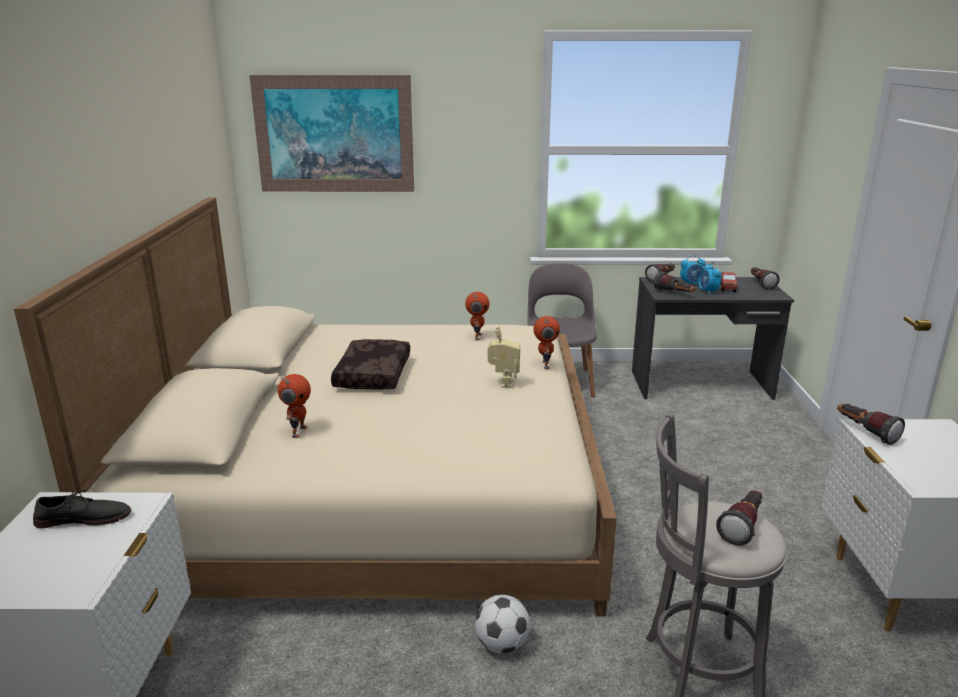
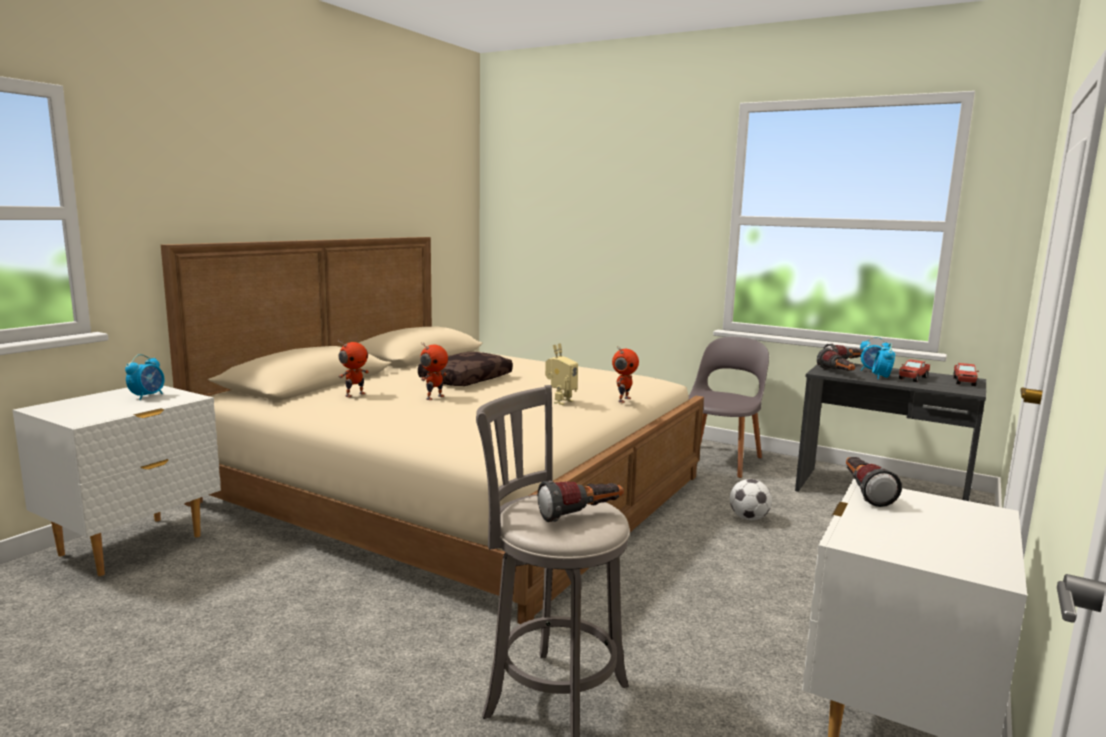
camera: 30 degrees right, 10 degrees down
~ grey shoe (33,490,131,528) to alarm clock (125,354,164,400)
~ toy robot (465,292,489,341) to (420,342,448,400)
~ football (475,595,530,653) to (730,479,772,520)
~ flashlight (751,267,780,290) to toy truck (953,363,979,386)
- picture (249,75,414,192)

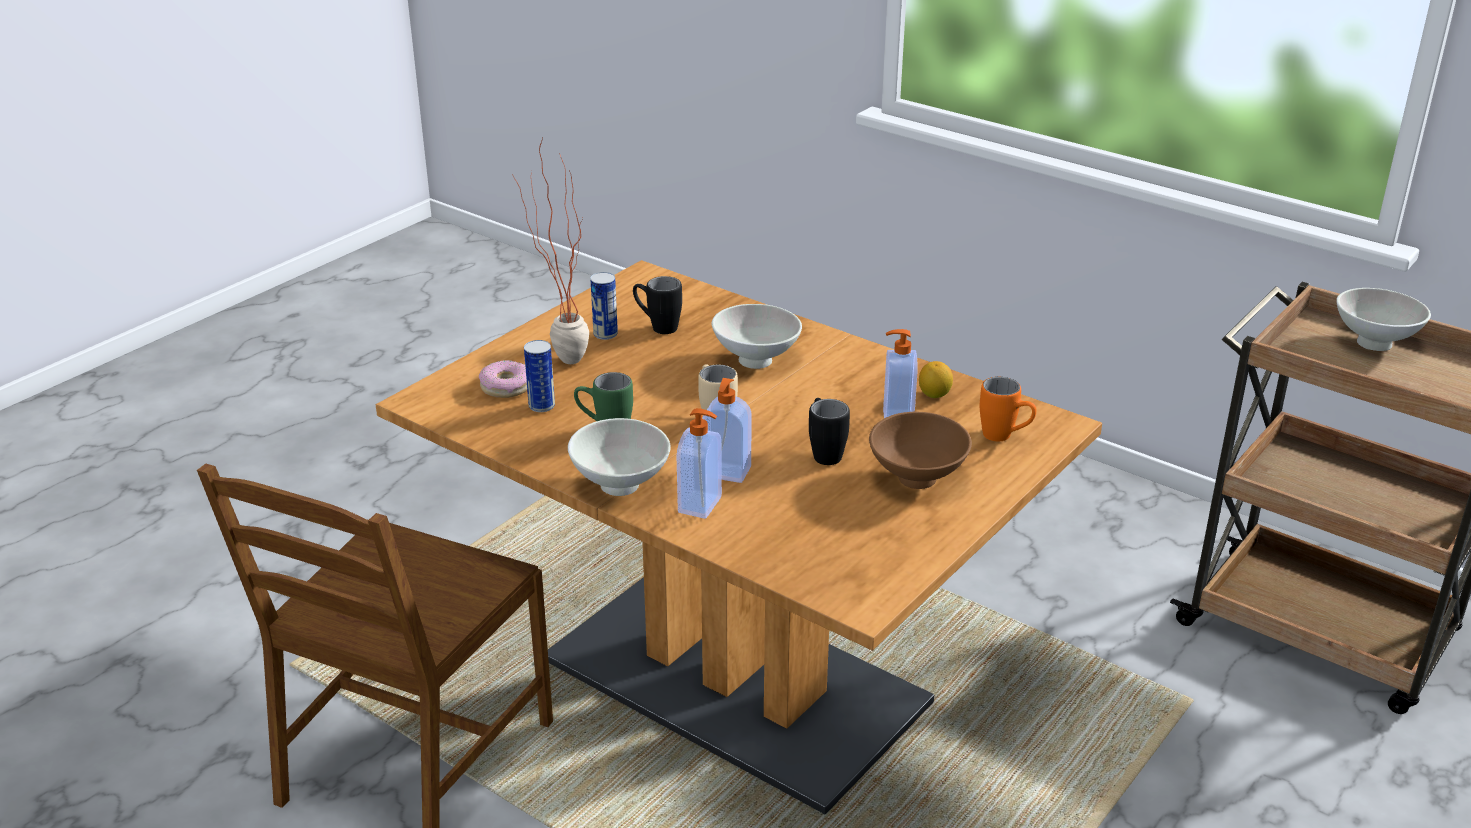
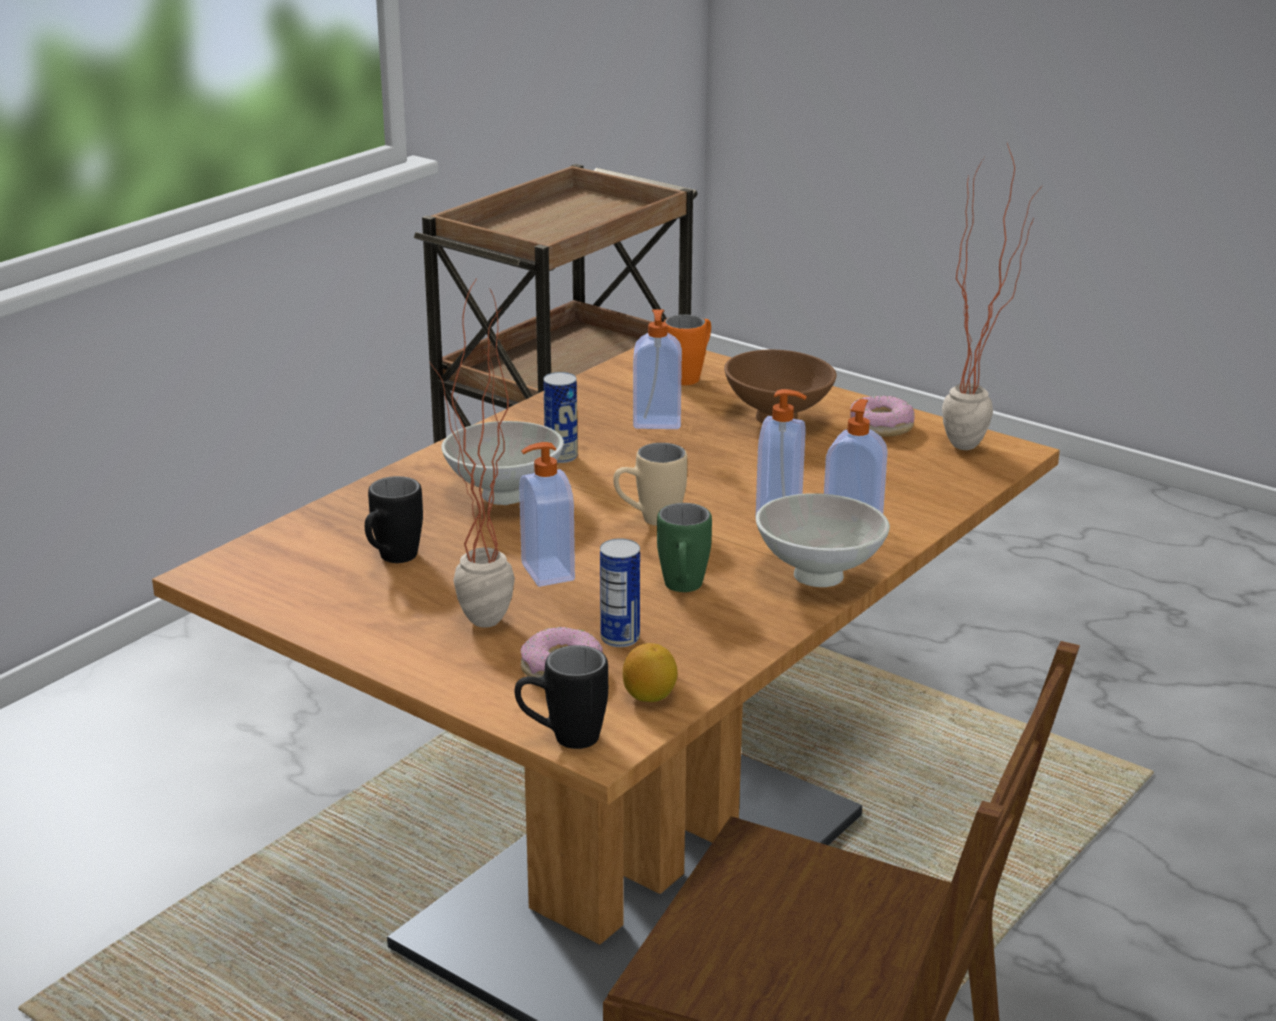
camera: 90 degrees left, 5 degrees down
~ black mug (809,398,850,465) to (514,645,608,749)
+ soap dispenser (519,442,575,587)
~ can (590,272,618,340) to (543,372,578,463)
~ lemon (919,361,953,398) to (623,643,677,702)
+ donut (850,395,915,437)
+ potted plant (942,143,1040,450)
- white bowl (1336,288,1431,351)

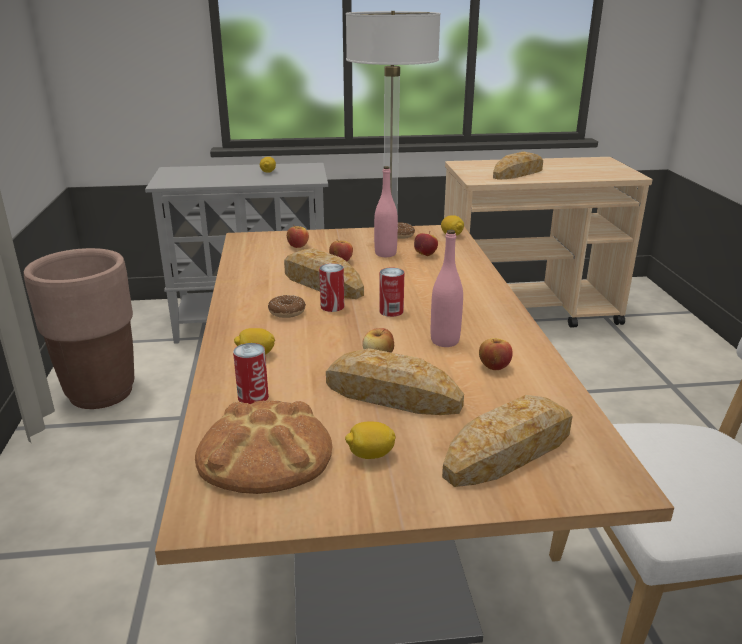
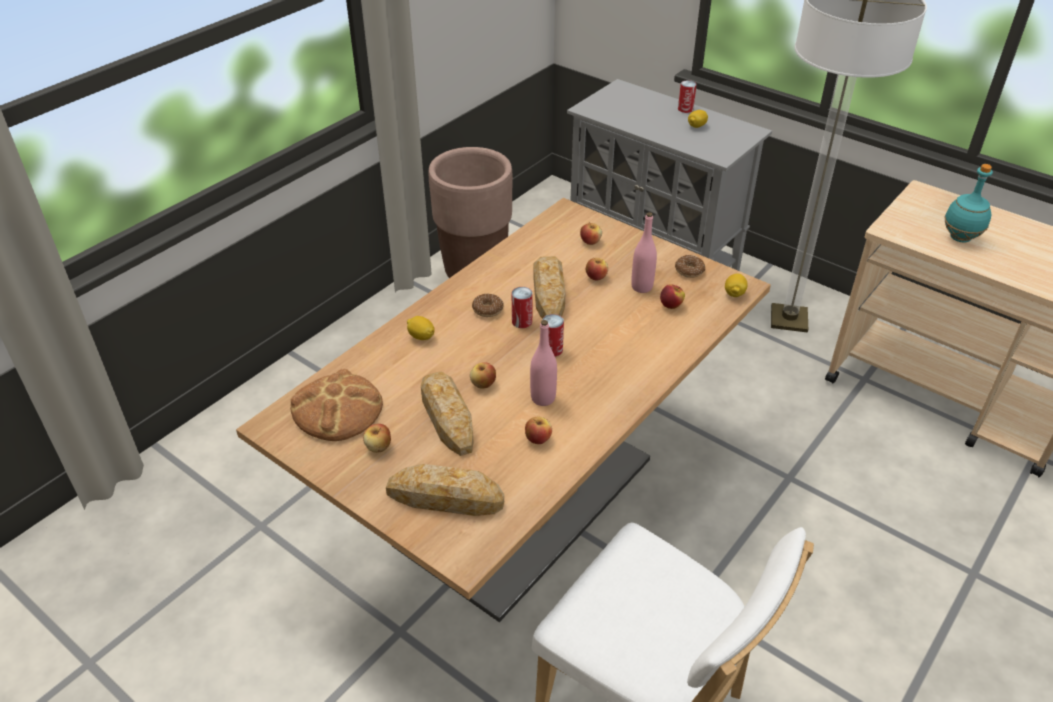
camera: 45 degrees right, 15 degrees up
~ lemon (345,422,396,459) to apple (363,424,391,453)
~ can (233,343,269,404) to (678,80,697,113)
~ bread (493,151,543,180) to turquoise bottle (944,164,993,242)

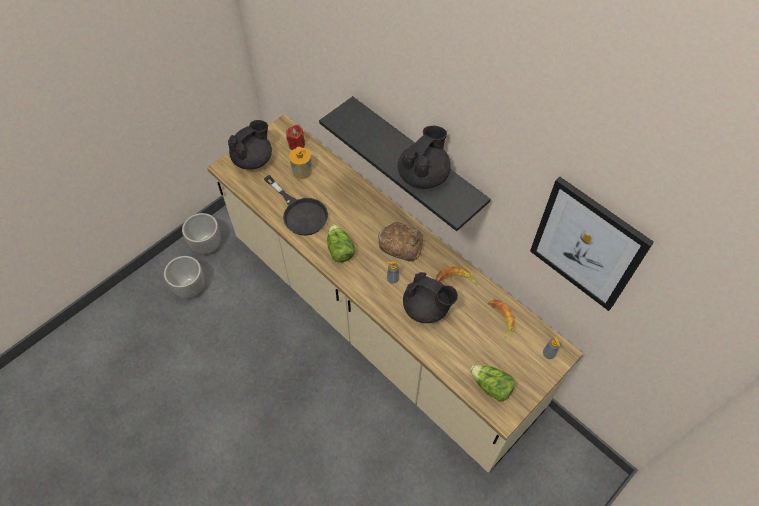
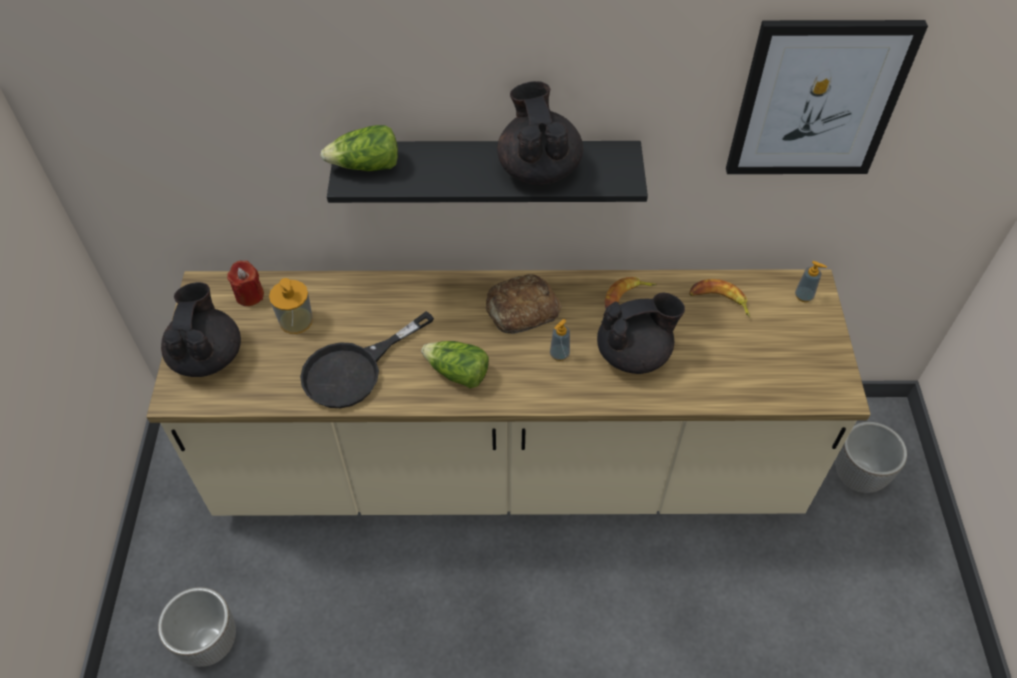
camera: 45 degrees left, 5 degrees down
~ black frying pan (264,175,328,236) = (300,311,434,408) 135 degrees clockwise
~ lettuce (470,365,515,402) to (320,125,398,171)
~ planter (182,213,221,254) to (836,422,907,493)

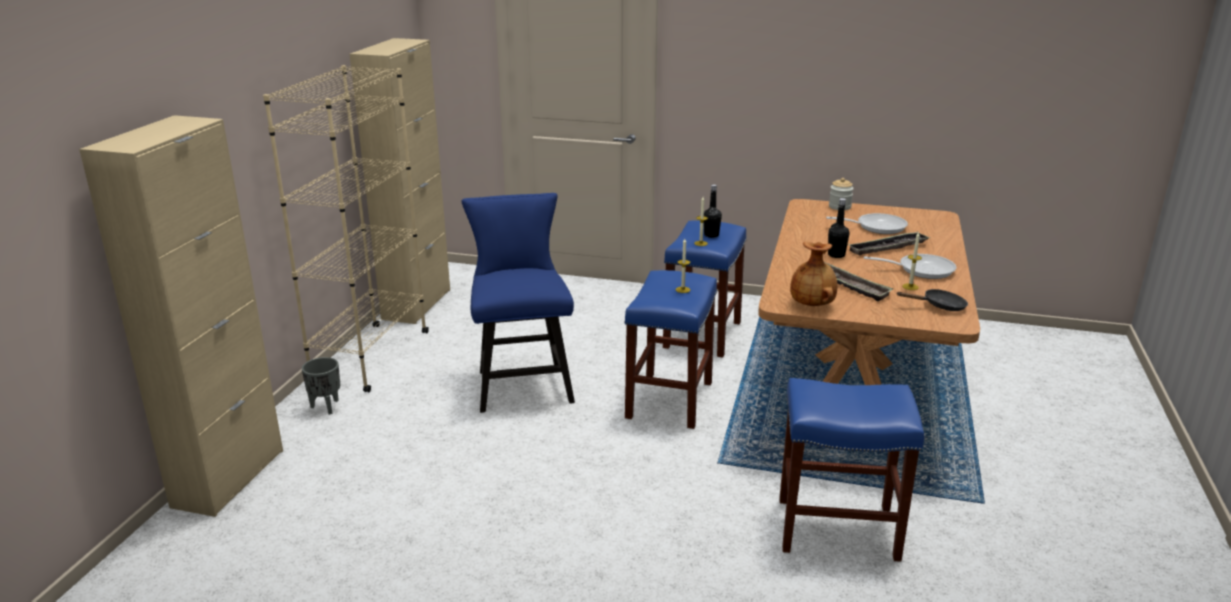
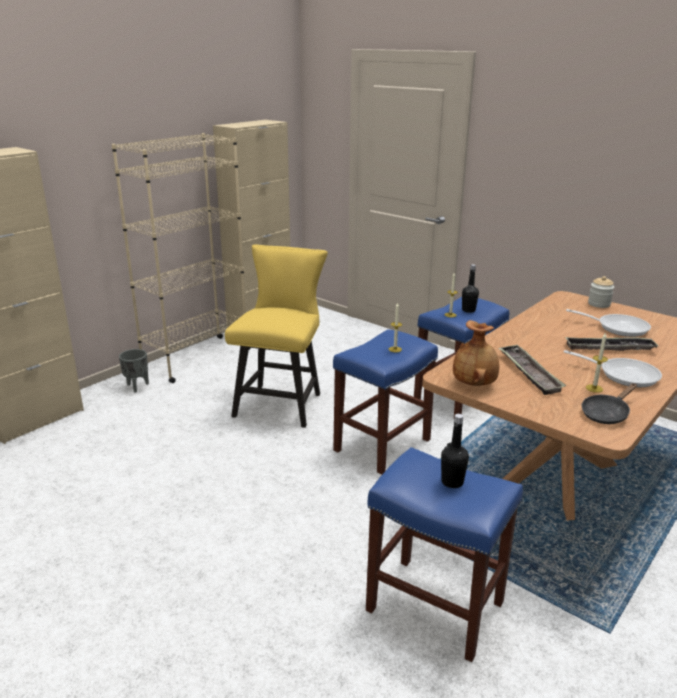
camera: 25 degrees right, 0 degrees up
~ blue chair (462,193,575,413) to yellow chair (225,245,328,428)
~ black bottle (828,198,849,258) to (441,414,469,488)
~ black frying pan (897,289,968,311) = (582,383,637,424) 120 degrees clockwise

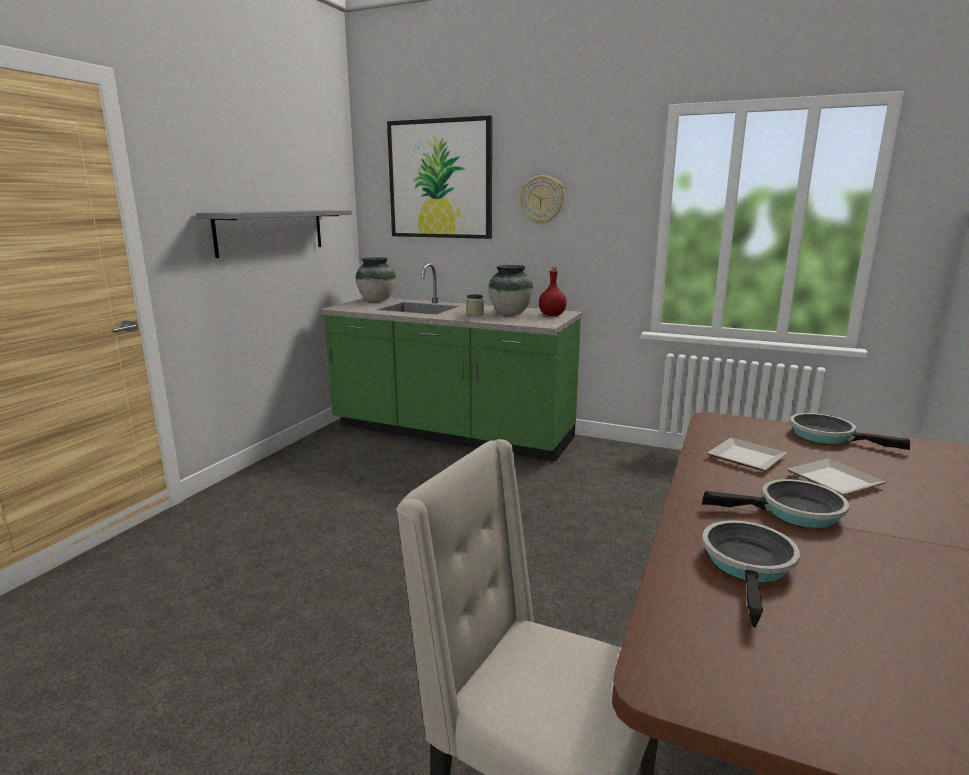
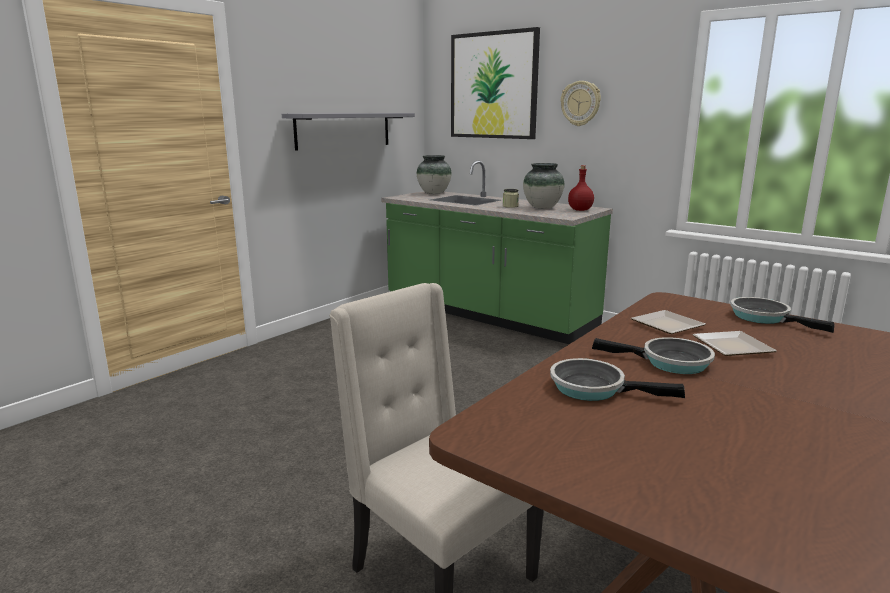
camera: 15 degrees right, 0 degrees up
~ frying pan (702,520,800,628) = (550,358,685,401) 105 degrees counterclockwise

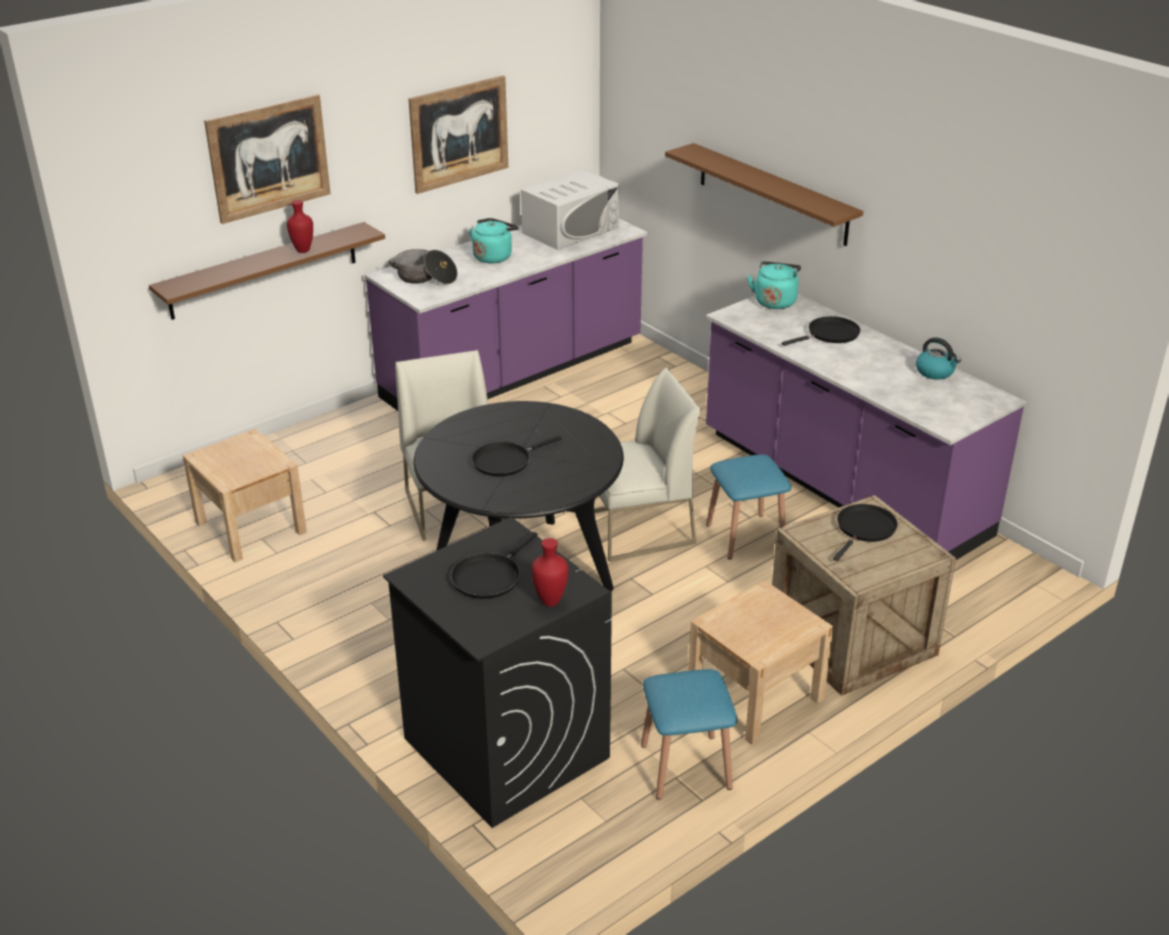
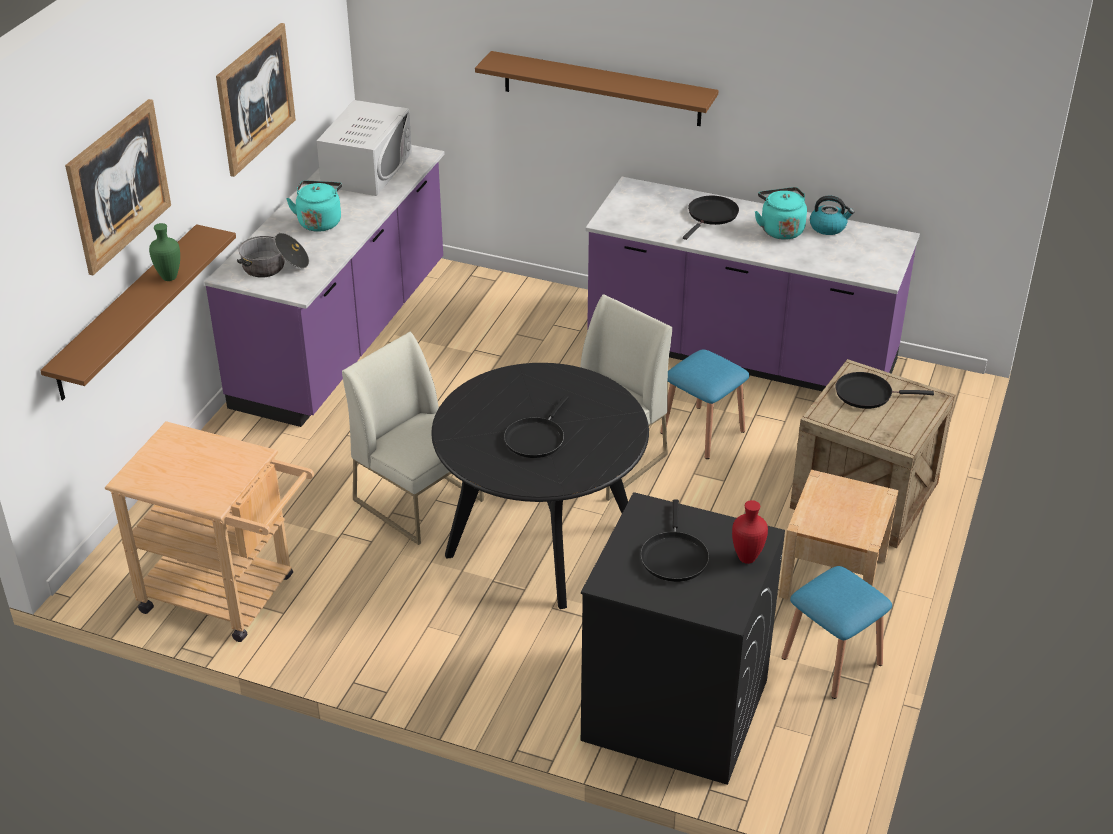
camera: 30 degrees left, 5 degrees up
~ beige nightstand (183,429,307,562) to beige cart (105,421,314,642)
~ red vase (287,200,313,253) to green vase (149,223,180,281)
~ turquoise kettle (747,261,801,309) to (755,187,807,240)
~ black frying pan (833,504,898,561) = (836,372,934,409) 90 degrees counterclockwise

